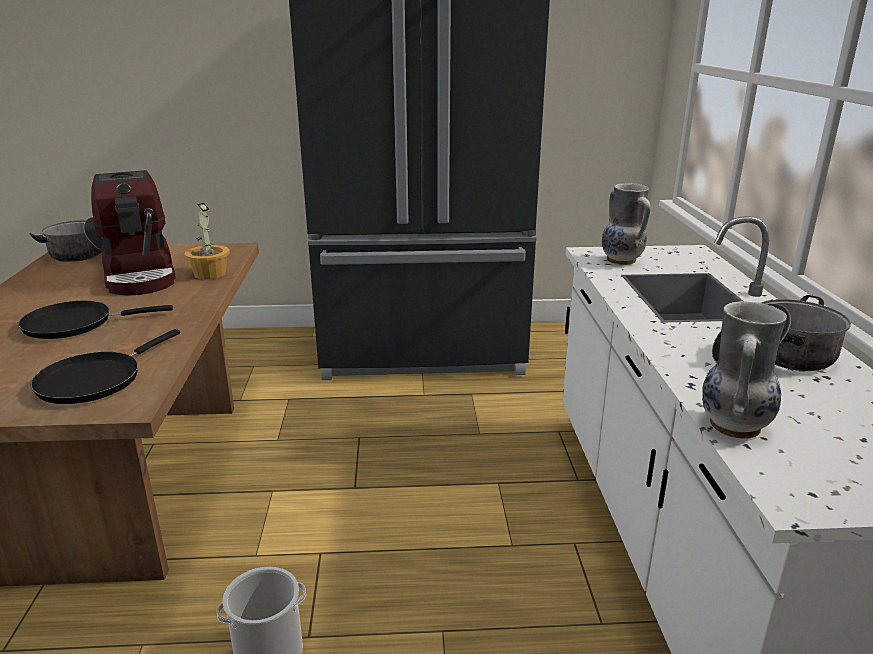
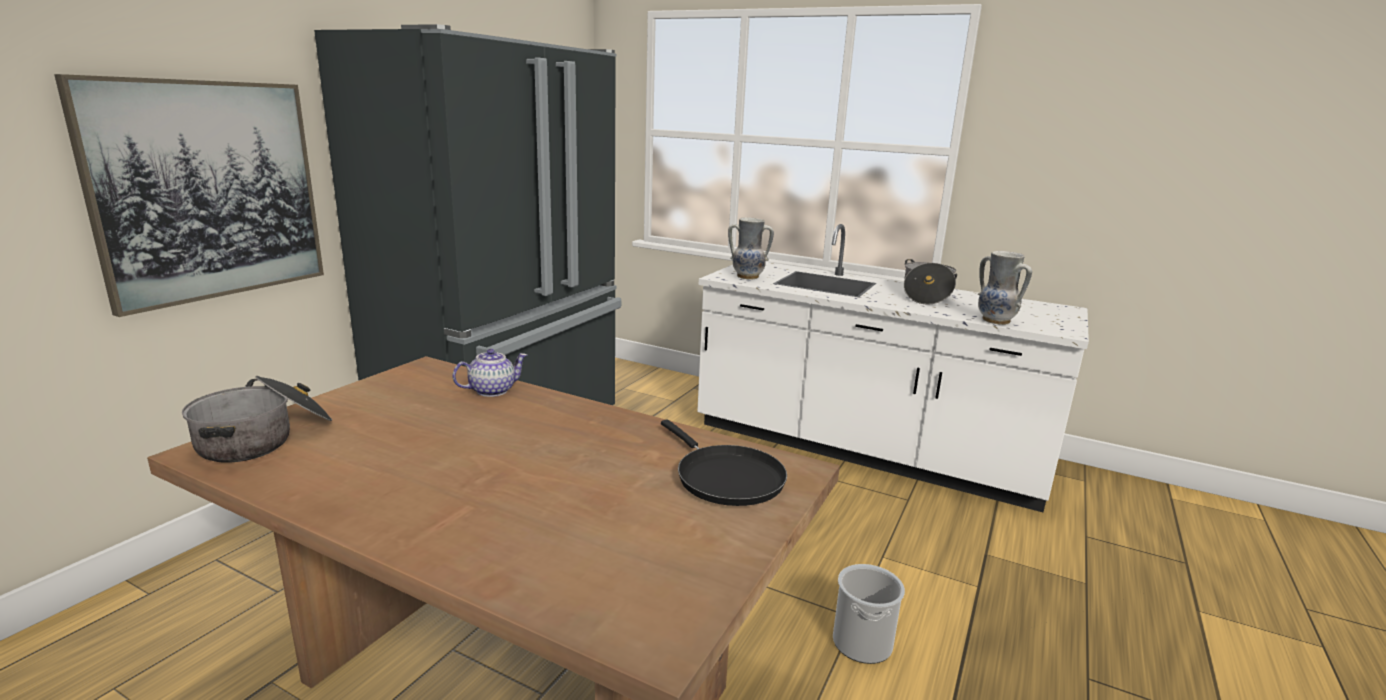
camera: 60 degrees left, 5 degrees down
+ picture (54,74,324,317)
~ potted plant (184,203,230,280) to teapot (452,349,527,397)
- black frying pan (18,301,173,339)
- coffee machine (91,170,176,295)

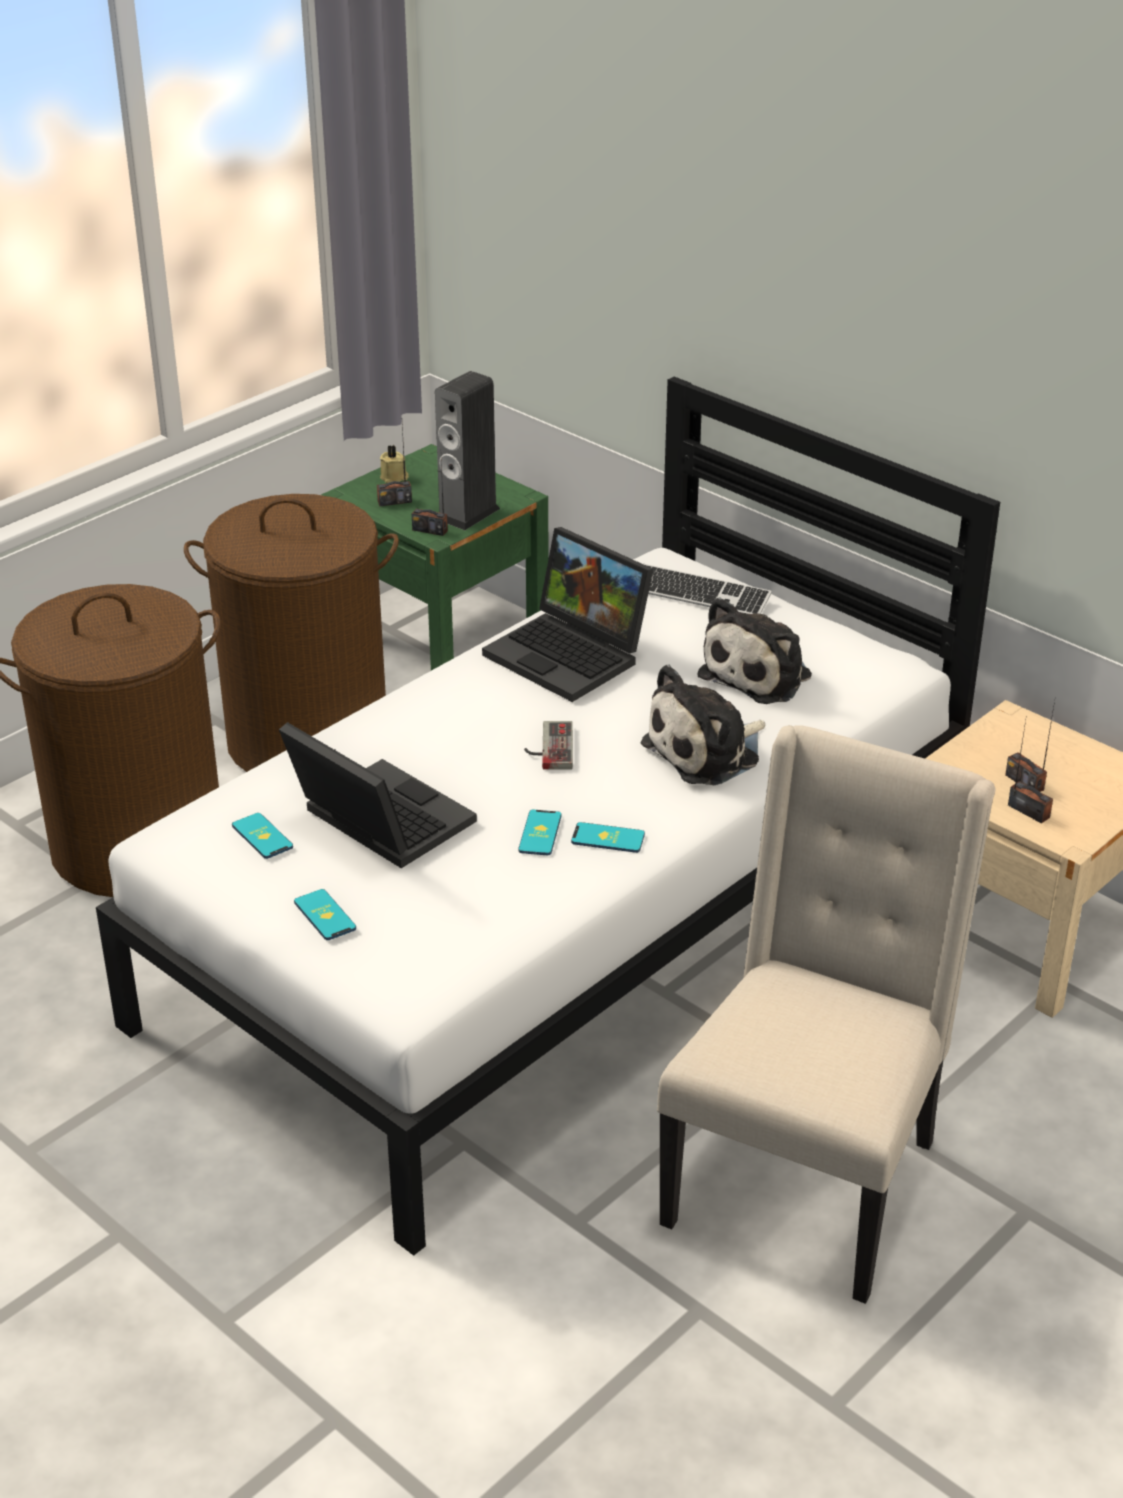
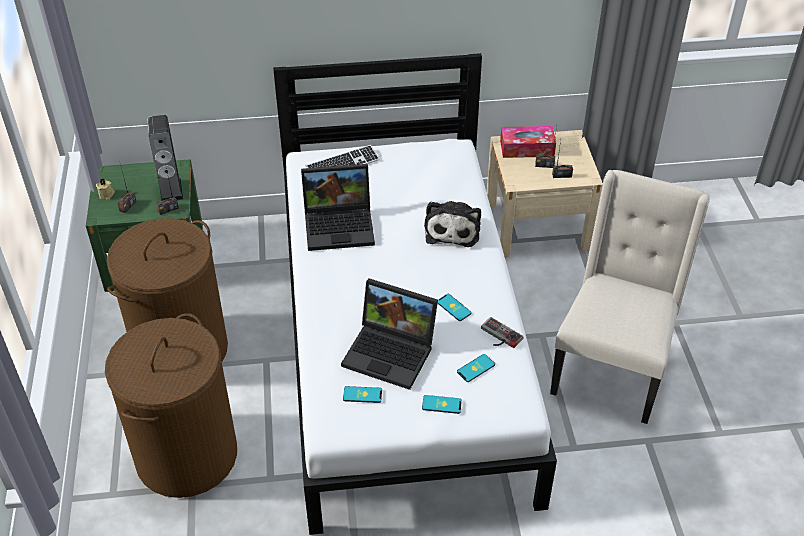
camera: 50 degrees left, 10 degrees up
~ laptop (279,722,477,868) = (341,278,438,390) 150 degrees counterclockwise
~ phone (571,822,645,853) to (457,354,495,382)
~ game controller (524,721,573,770) to (481,317,524,348)
+ tissue box (500,126,556,158)
~ beige chair (657,725,996,1304) = (550,170,710,424) 45 degrees clockwise
- plush toy (698,597,812,704)

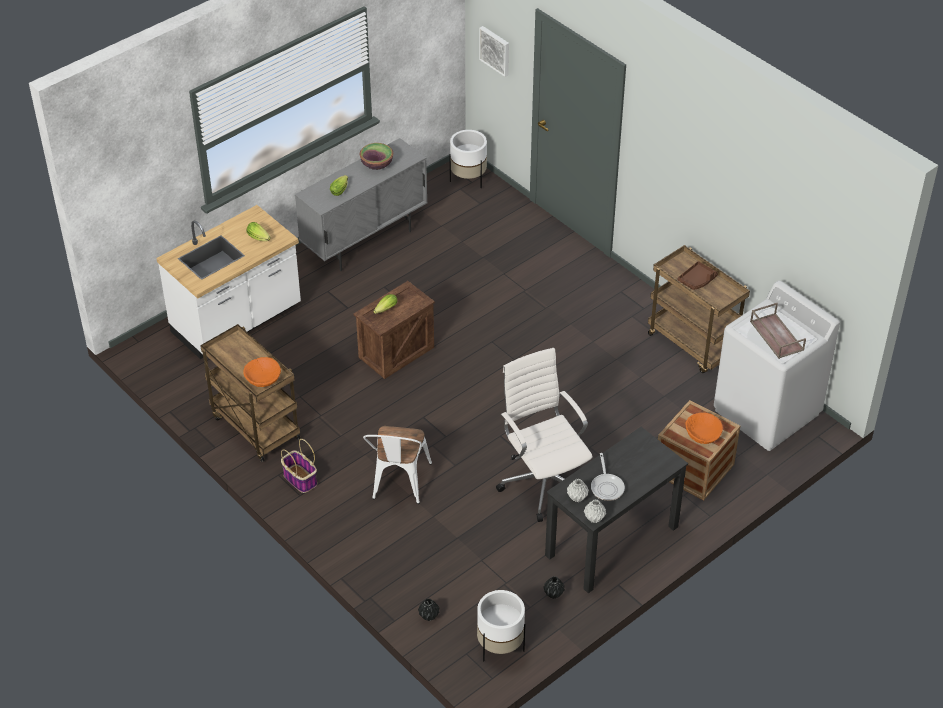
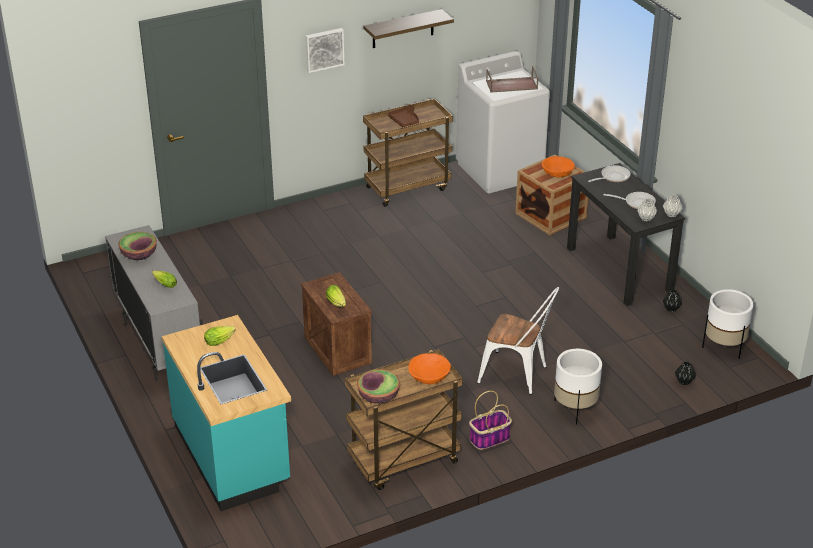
camera: 75 degrees left, 10 degrees down
~ white counter (156,205,301,359) to turquoise counter (162,315,291,511)
~ picture (479,26,509,77) to (305,28,345,73)
+ bowl (357,369,400,404)
+ shelf (363,9,454,48)
~ white planter (450,130,487,188) to (554,349,602,425)
+ frying pan (588,165,631,182)
- white office chair (496,348,592,522)

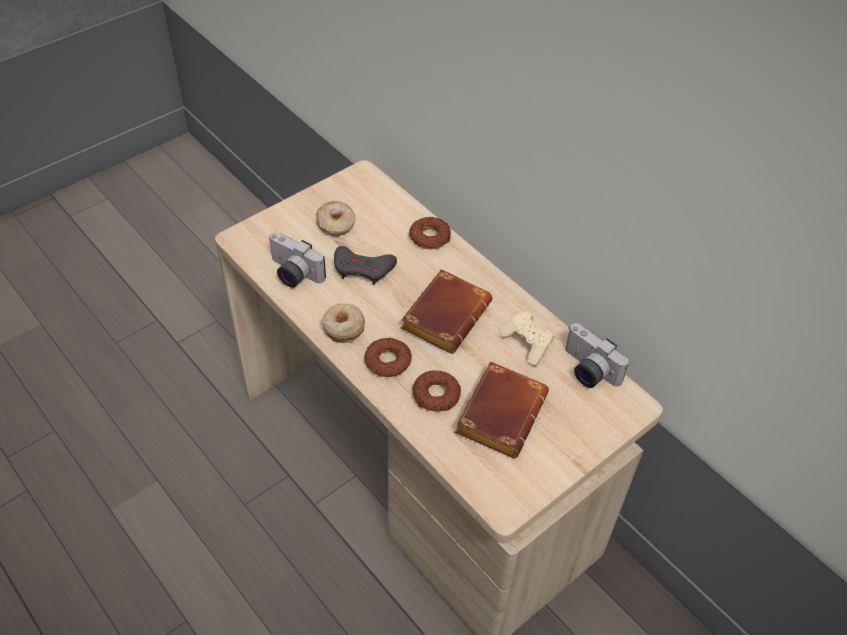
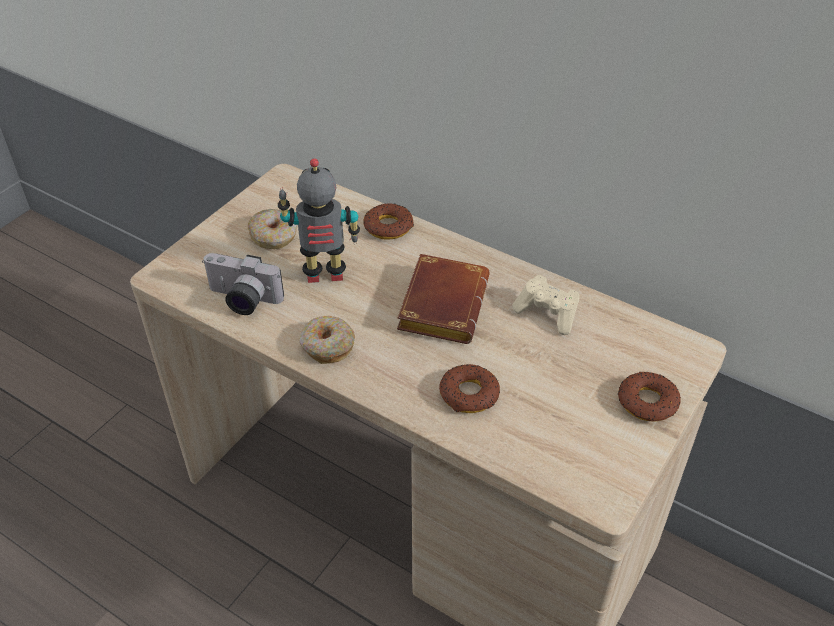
camera: 15 degrees left, 5 degrees down
~ grey game controller (334,246,397,285) to toy robot (278,158,360,283)
~ donut (364,338,412,377) to (618,371,681,422)
- brown book (455,362,549,458)
- photo camera (565,323,629,388)

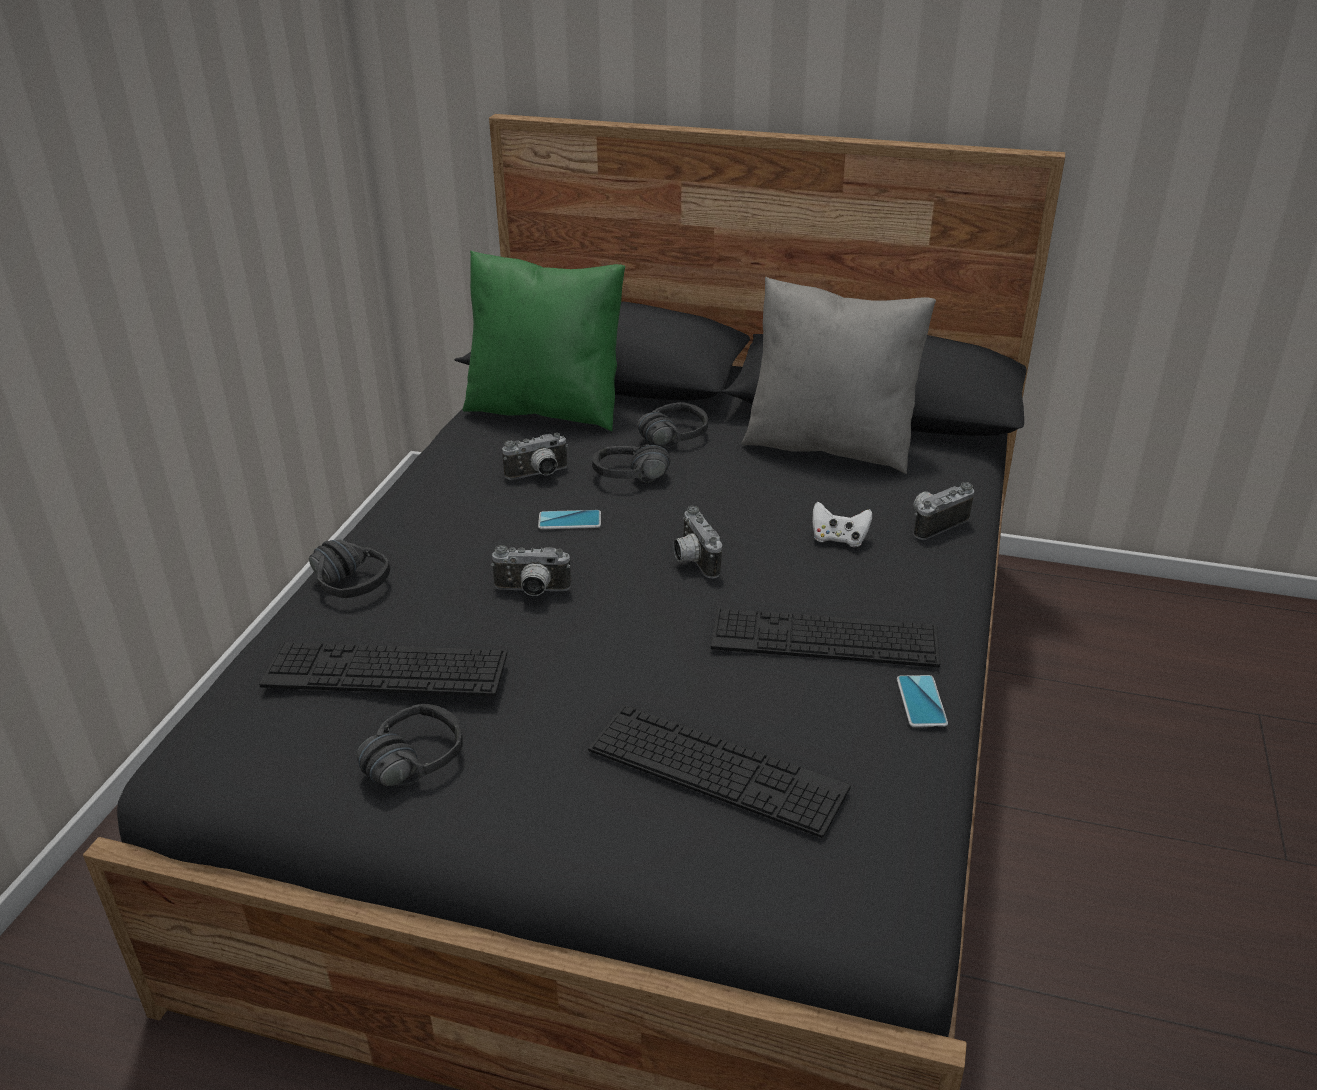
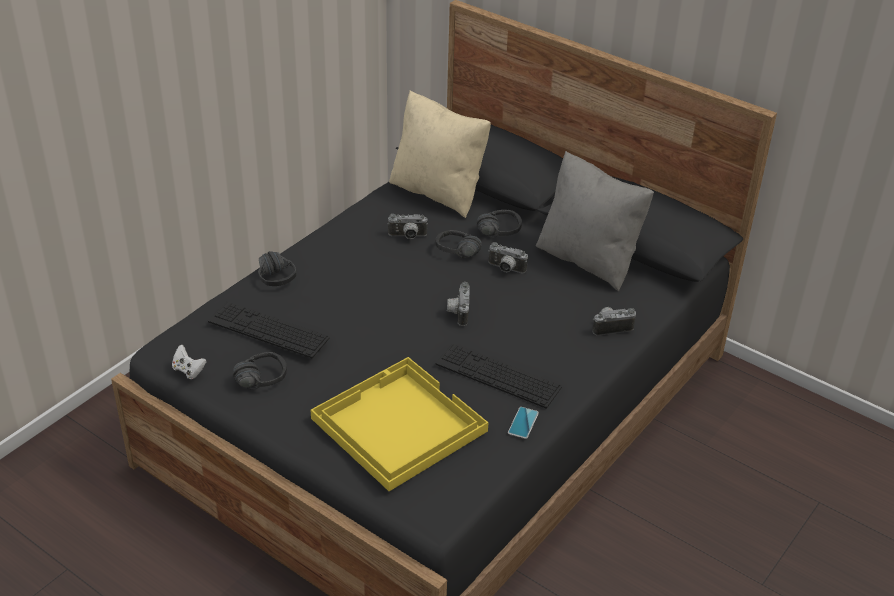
camera: 20 degrees right, 5 degrees up
~ white game controller (812,502,872,547) to (172,345,206,379)
~ keyboard (588,705,851,838) to yellow tray (311,357,489,491)
~ green pillow (462,251,625,431) to beige pillow (389,90,491,218)
~ photo camera (491,545,571,596) to (488,242,528,273)
- phone (538,510,601,529)

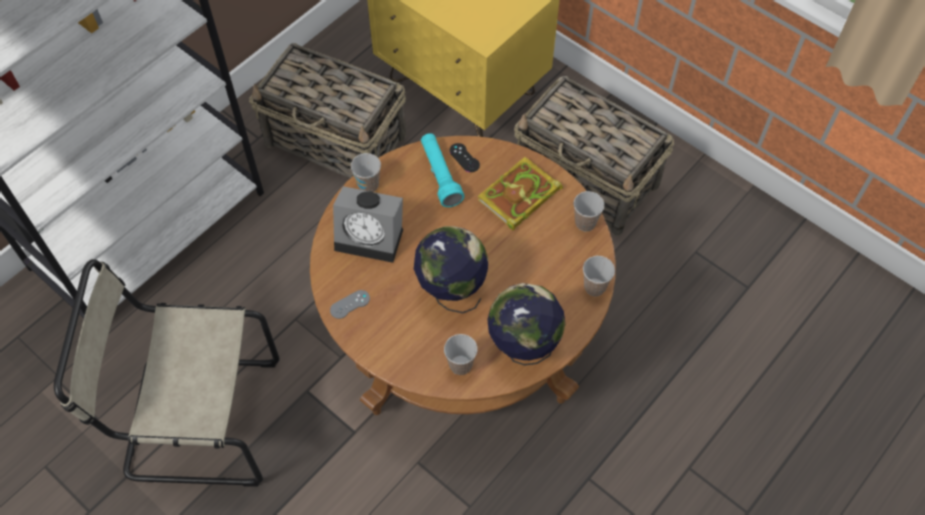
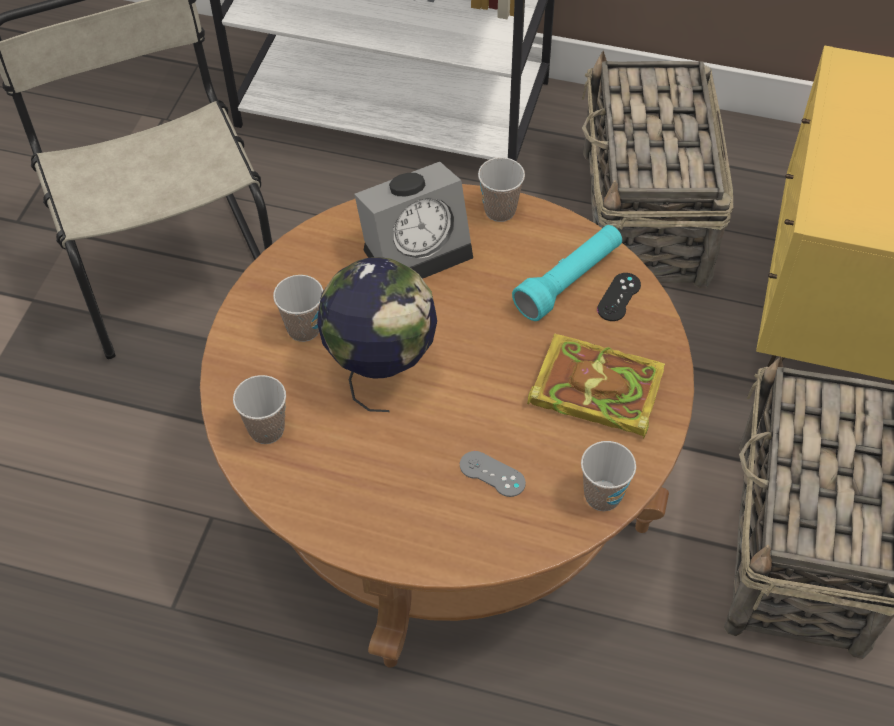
camera: 65 degrees right, 5 degrees down
~ cup (583,256,615,296) to (273,275,323,342)
~ alarm clock (333,186,403,263) = (354,162,473,279) 105 degrees counterclockwise
~ grey game controller (330,290,370,319) to (460,451,526,497)
- globe (487,283,565,366)

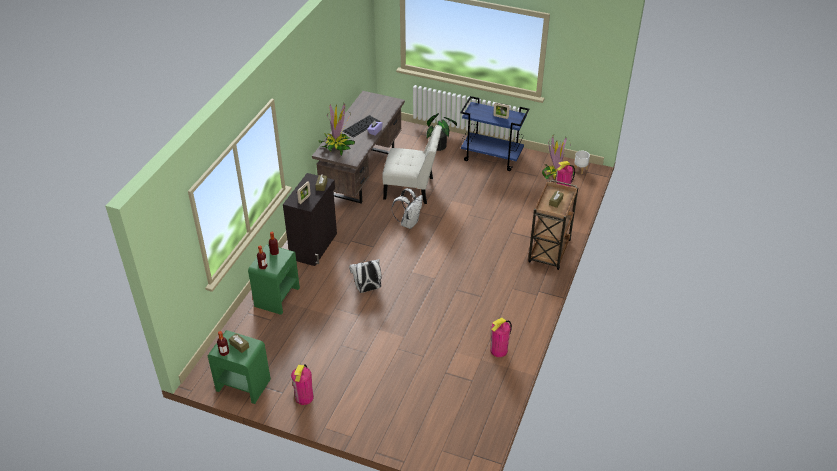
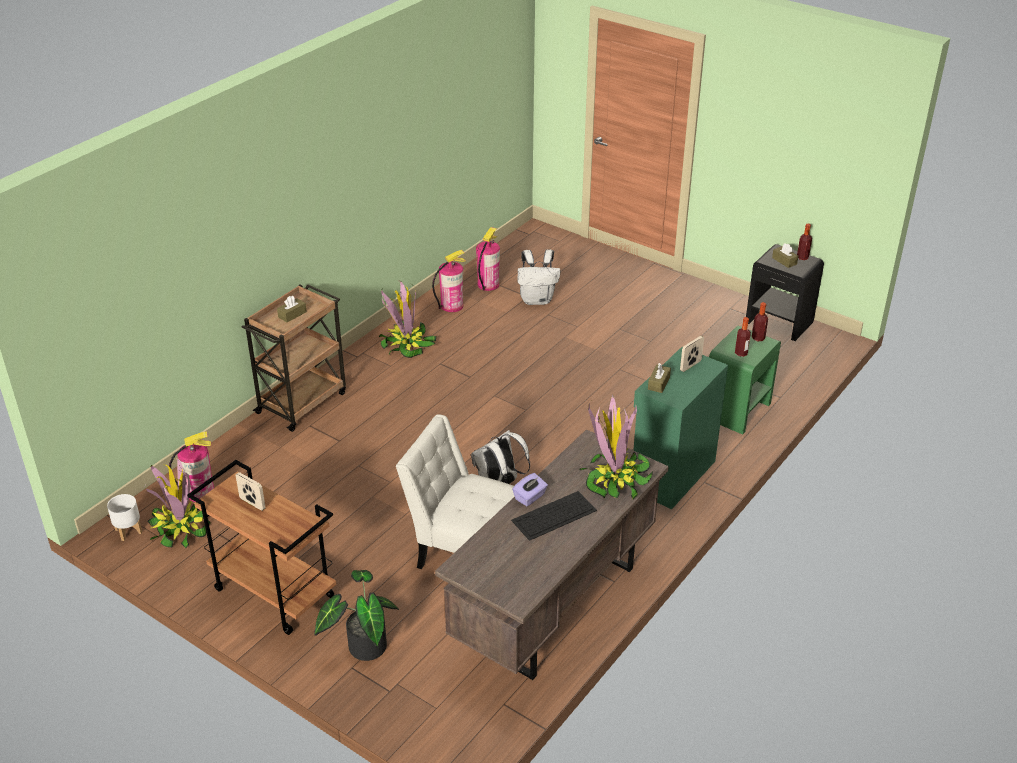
camera: 165 degrees left, 5 degrees down
~ blue cart (460,96,529,171) to brown cart (187,460,336,635)
+ potted plant (379,281,436,358)
~ fire extinguisher (291,364,314,405) to (476,227,500,291)
~ white backpack (349,259,382,293) to (518,249,561,305)
~ black cabinet (283,173,337,266) to green cabinet (633,347,728,509)
~ green nightstand (208,330,271,404) to black nightstand (746,244,824,341)

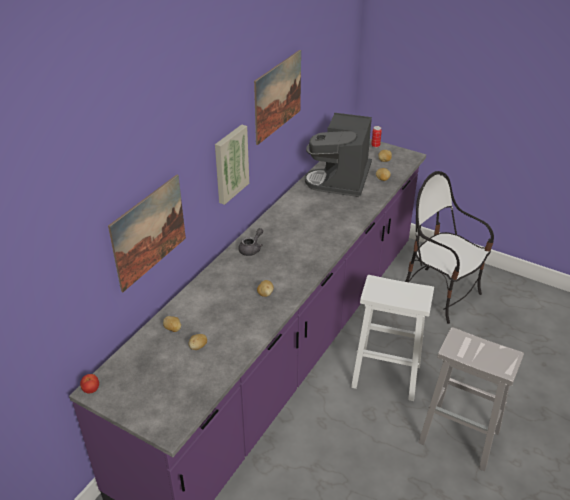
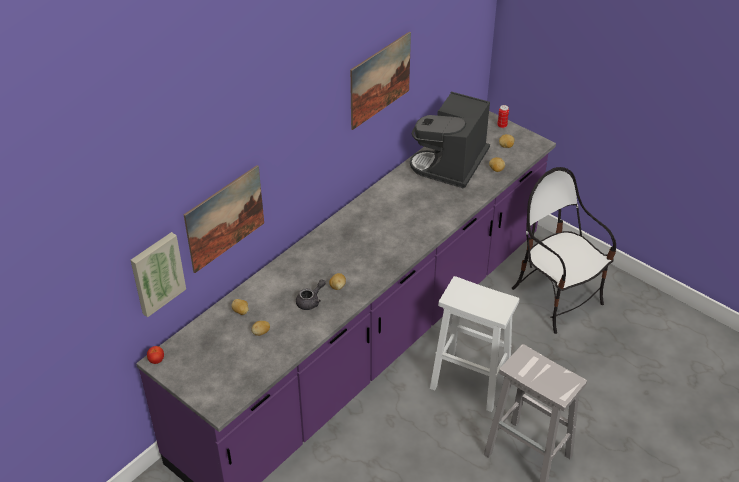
camera: 10 degrees right, 5 degrees up
~ picture (215,124,249,205) to (130,232,186,317)
~ grey teapot (238,228,263,256) to (296,279,326,310)

